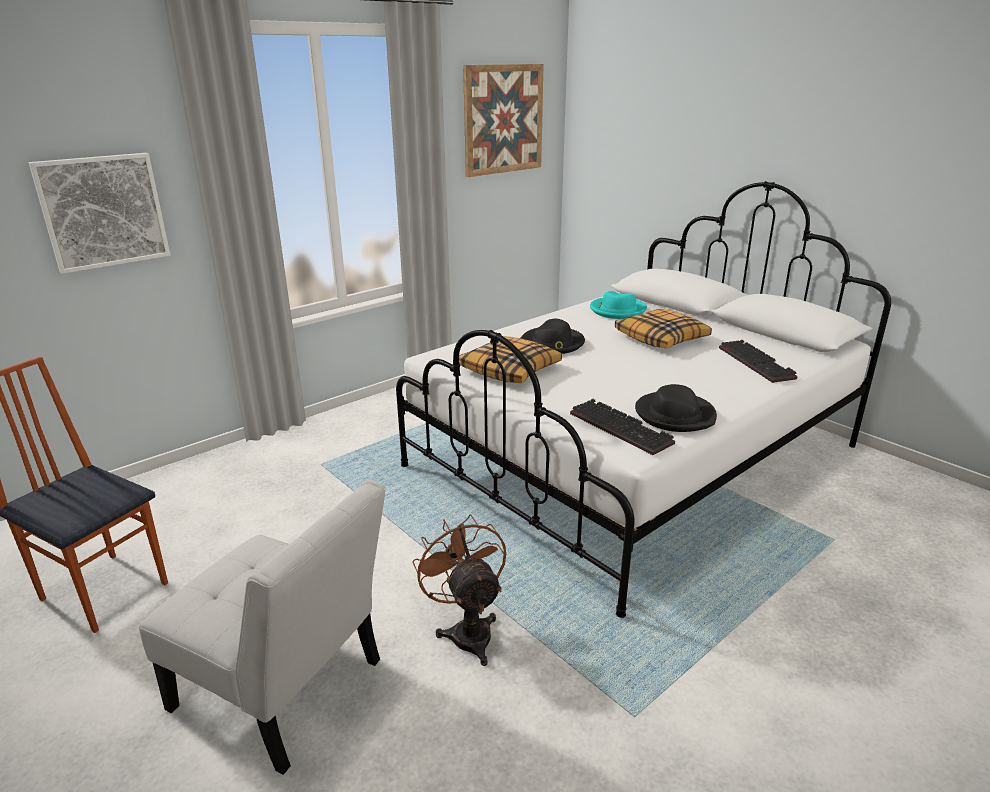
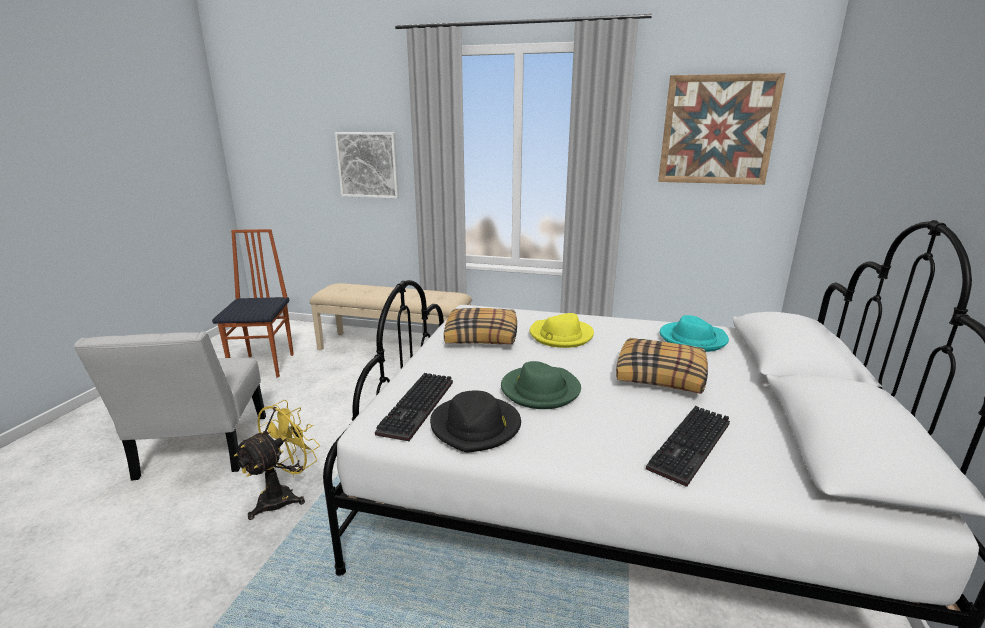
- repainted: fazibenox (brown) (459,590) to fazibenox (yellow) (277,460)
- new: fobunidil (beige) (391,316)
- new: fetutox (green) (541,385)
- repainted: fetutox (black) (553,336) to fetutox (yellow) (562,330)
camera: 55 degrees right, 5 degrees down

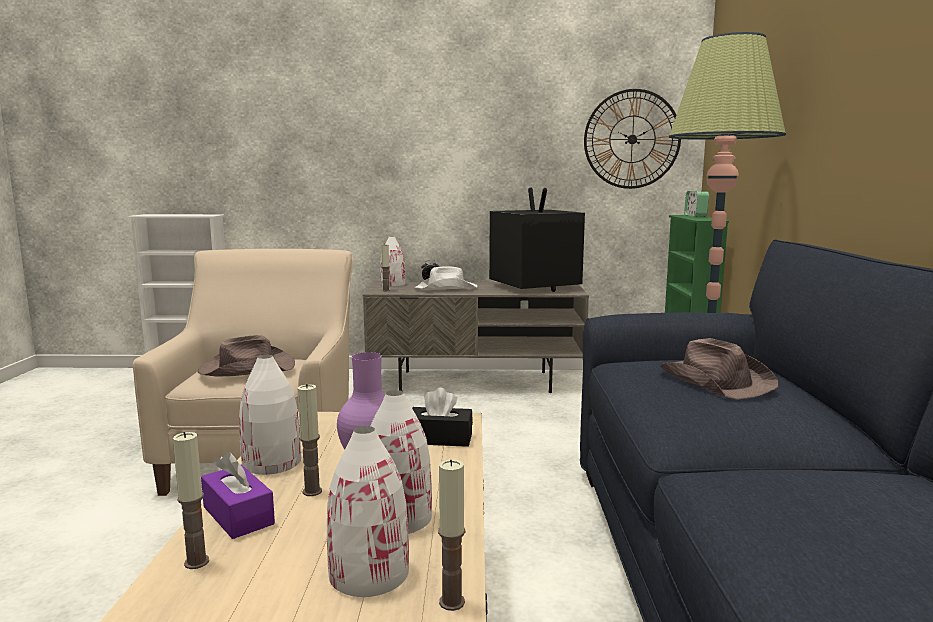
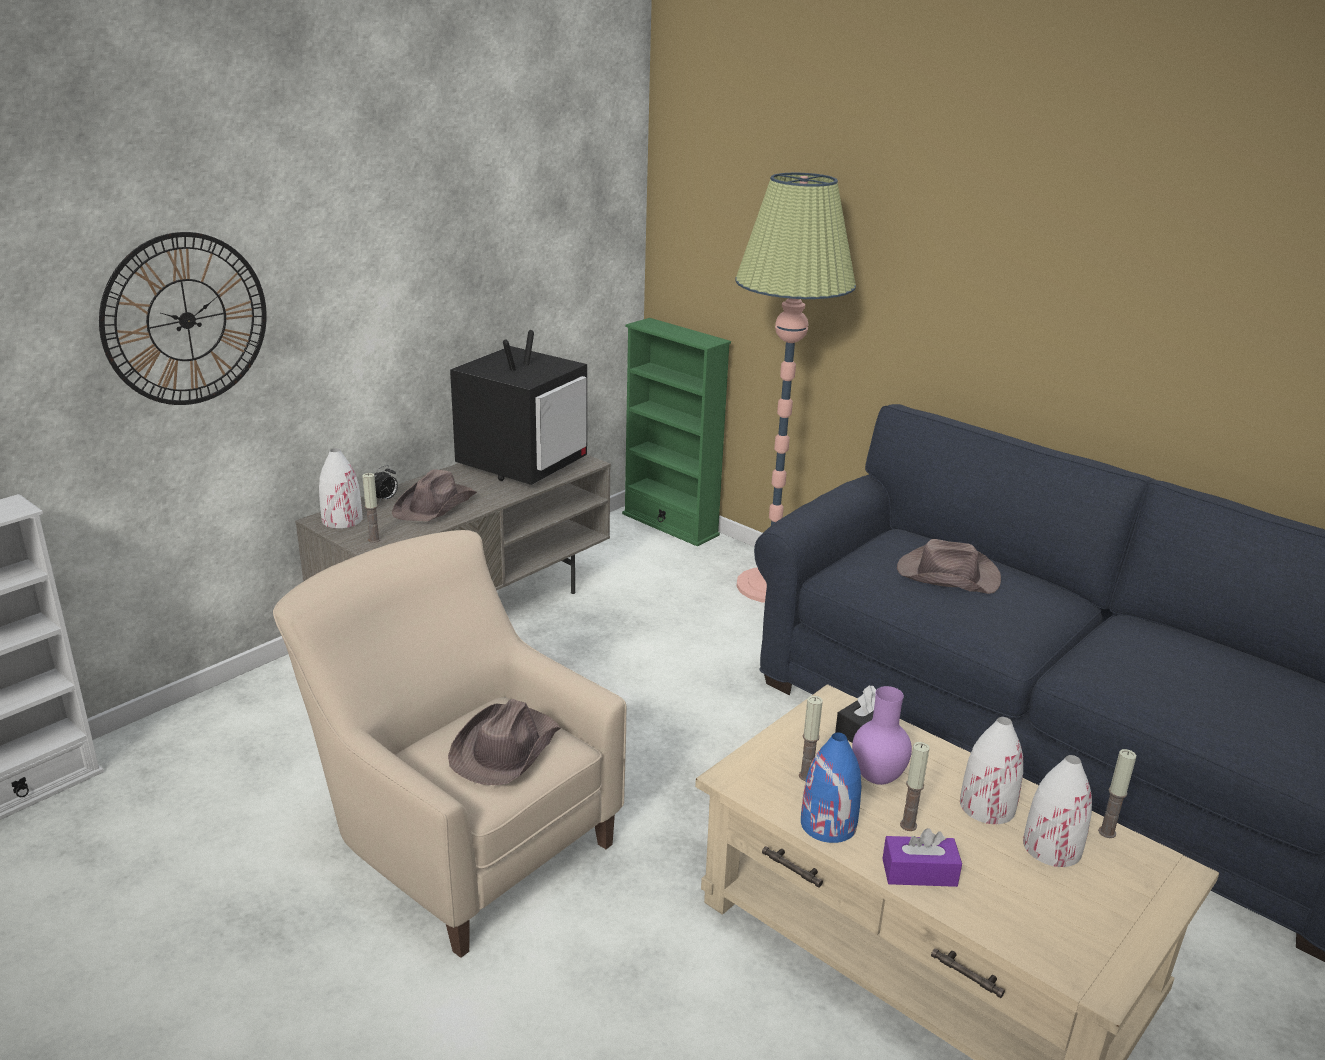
- shifted: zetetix (632,139) to (183,318)
- repainted: fetutox (white) (446,278) to fetutox (brown) (434,495)
- rotated: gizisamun (537,239) = (518,407) 105 degrees clockwise
- shifted: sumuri (191,500) to (811,738)
- repainted: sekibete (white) (270,415) to sekibete (blue) (831,788)
- gone: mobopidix (696,204)
camera: 50 degrees left, 15 degrees up

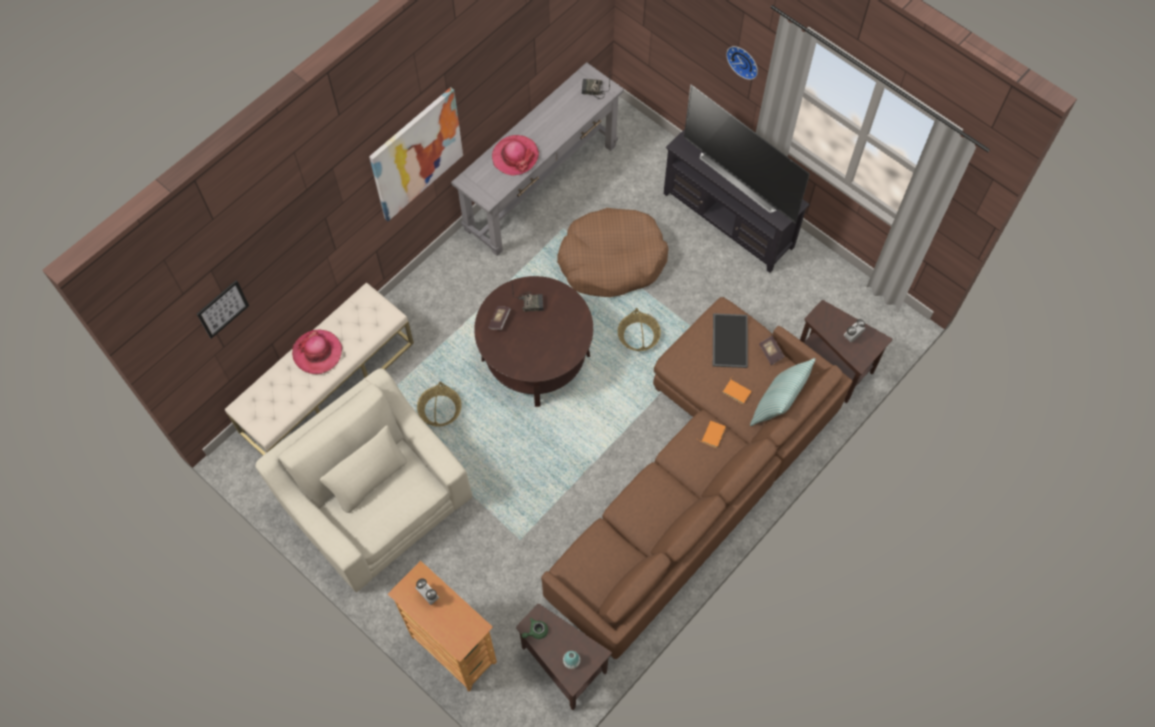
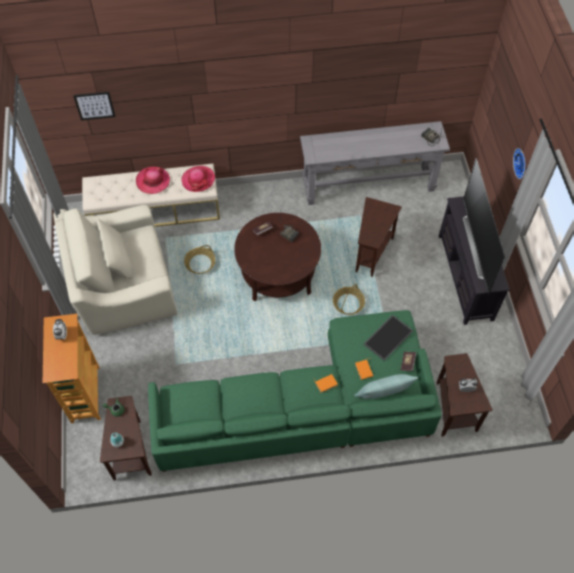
- rotated: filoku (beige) (363,480) = (115,270) 105 degrees counterclockwise
- repainted: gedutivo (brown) (697,478) to gedutivo (green) (295,391)
- shifted: fetutox (515,155) to (198,179)
- swapped: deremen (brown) (613,252) to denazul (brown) (378,237)
- gone: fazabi (416,154)
camera: 40 degrees right, 5 degrees down

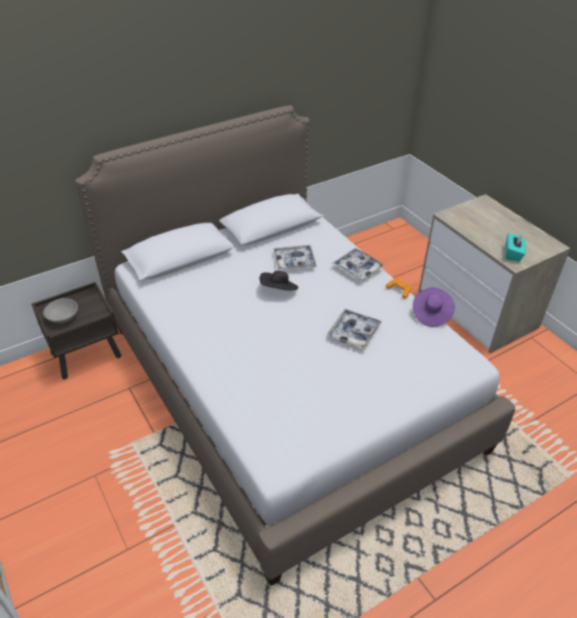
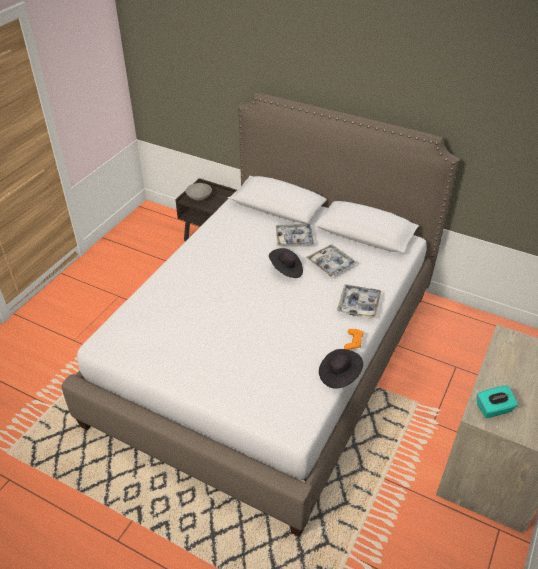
- shifted: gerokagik (354,329) to (295,234)
- repainted: fetutox (purple) (434,307) to fetutox (black) (341,369)
camera: 60 degrees right, 0 degrees up

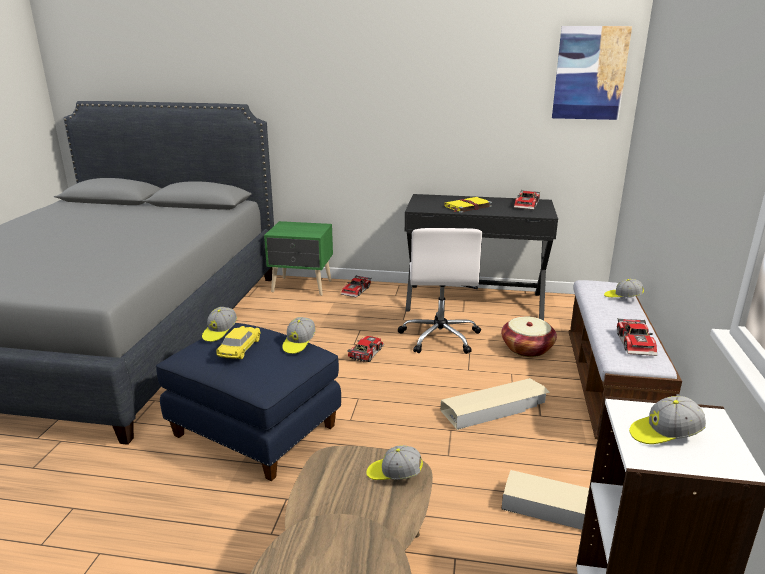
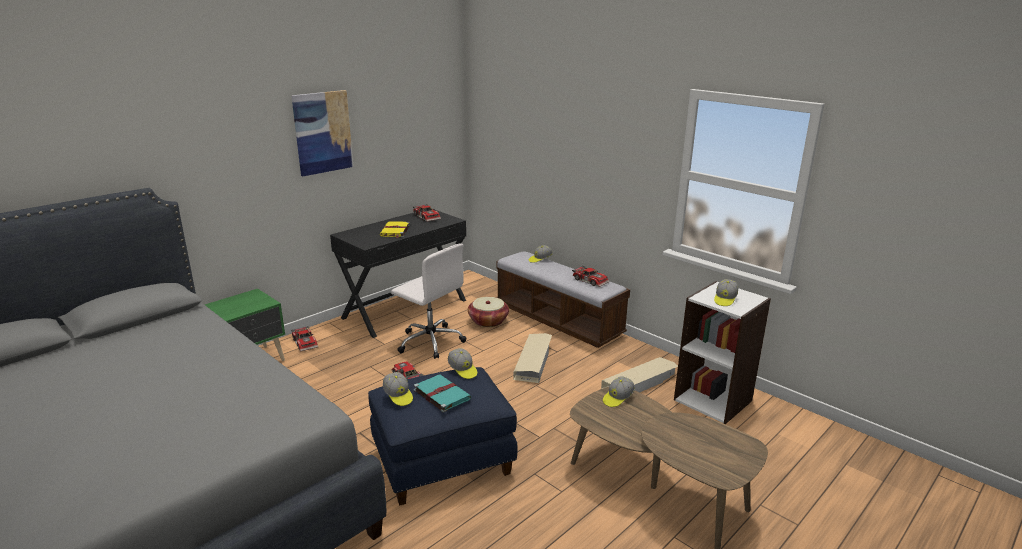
- shifted: fazabi (592,73) to (322,133)
- swapped: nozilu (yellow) (238,342) to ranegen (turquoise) (442,393)
camera: 55 degrees left, 0 degrees up

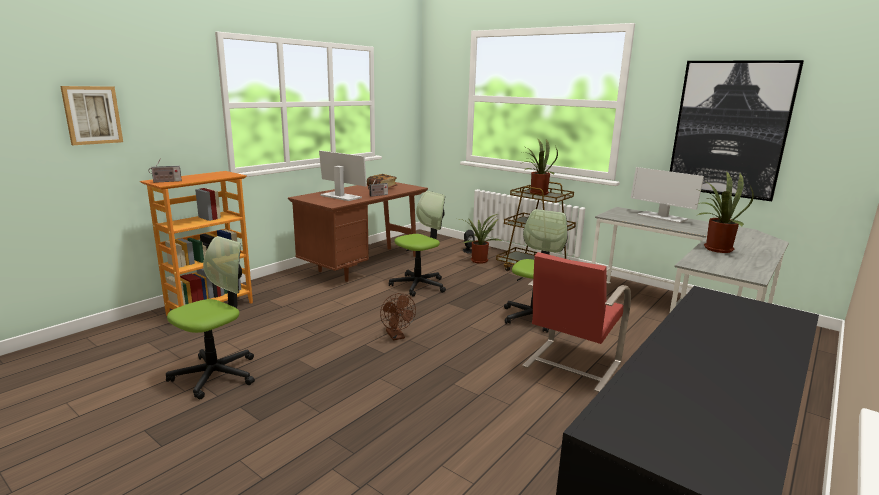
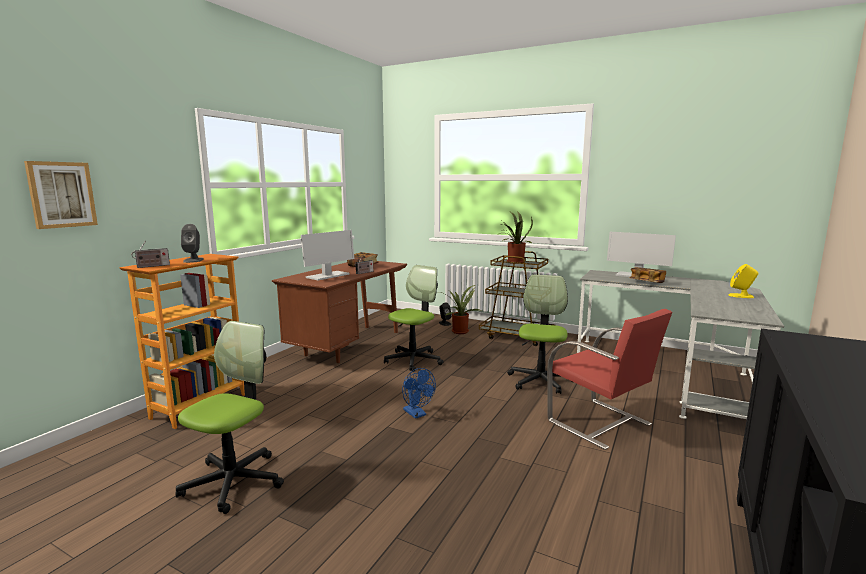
- new: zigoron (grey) (192,243)
- rotated: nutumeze (343,176) = (327,255) 105 degrees clockwise
- repainted: fazibenox (brown) (398,316) to fazibenox (blue) (419,393)
- rotated: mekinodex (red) (576,322) = (609,379) 60 degrees counterclockwise
- new: ranegen (648,275)
- new: zigoron (yellow) (743,281)
- gone: fazabi (737,130)
- gone: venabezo (724,212)
camera: 10 degrees left, 5 degrees down

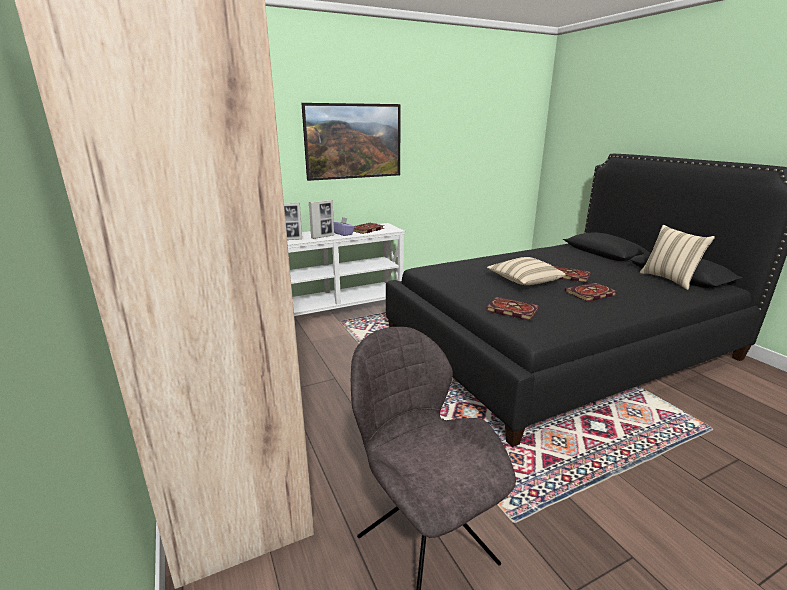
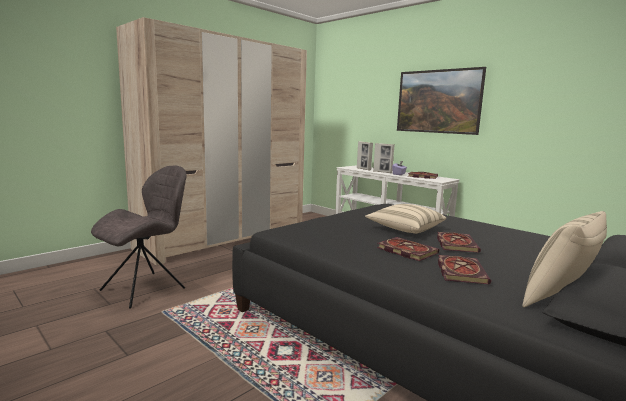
- shifted: ranegen (512,308) to (464,269)
camera: 70 degrees right, 10 degrees down

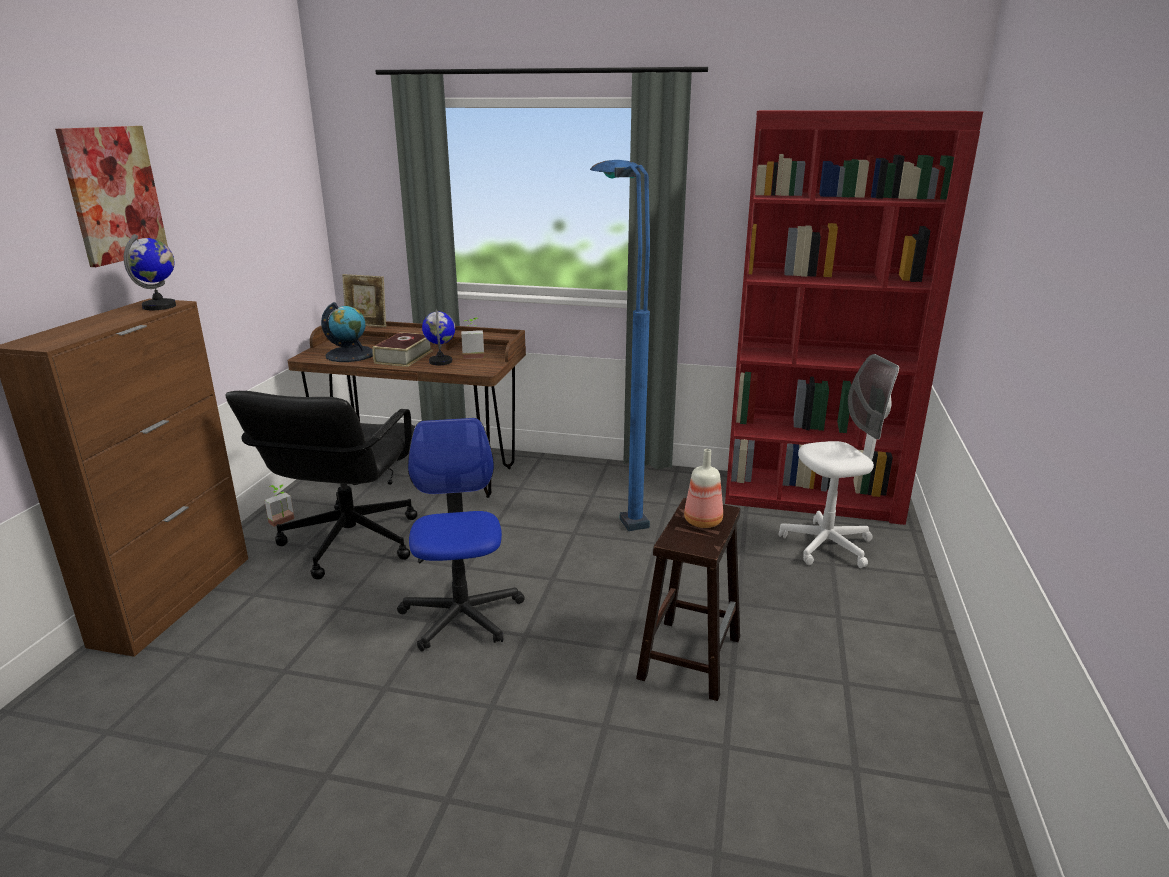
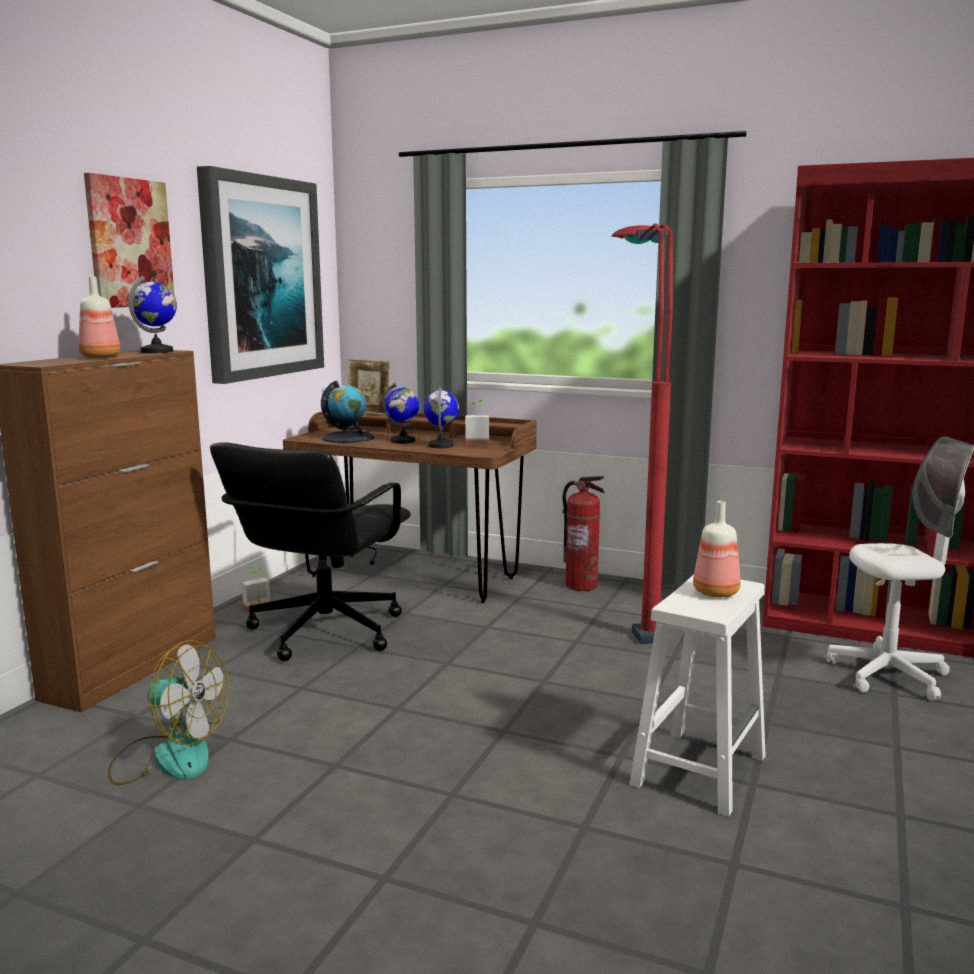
- new: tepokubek (99,317)
- new: fazibenox (168,712)
- new: fazabi (260,275)
- swapped: ranegen (402,349) to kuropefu (401,413)
- new: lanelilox (583,533)
- repainted: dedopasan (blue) (620,345) to dedopasan (red) (642,433)
- repainted: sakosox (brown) (688,599) to sakosox (white) (697,695)
- gone: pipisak (461,534)
camera: 10 degrees right, 10 degrees down

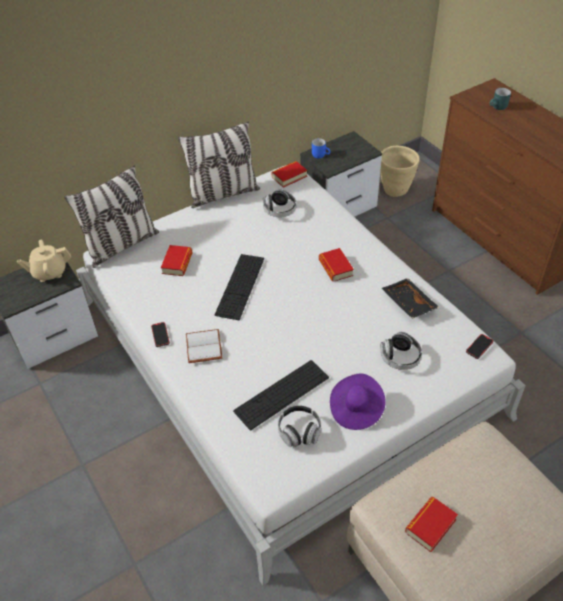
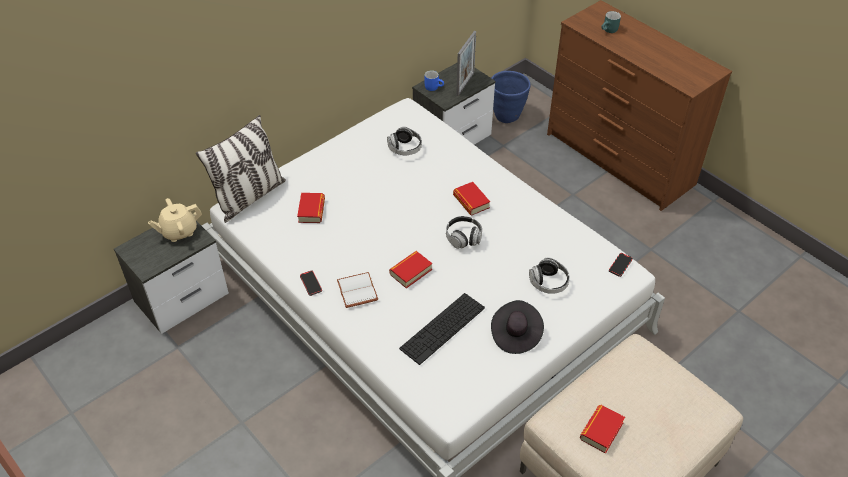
- shifted: ranegen (289,174) to (410,269)
- shifted: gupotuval (299,426) to (464,232)
- new: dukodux (466,63)
- repainted: fetutox (purple) (358,402) to fetutox (black) (517,327)
- repainted: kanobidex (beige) (400,171) to kanobidex (blue) (511,97)
- gone: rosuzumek (219,165)
- gone: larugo (239,287)
- gone: gerokagik (black) (410,298)
camera: 10 degrees left, 0 degrees up

